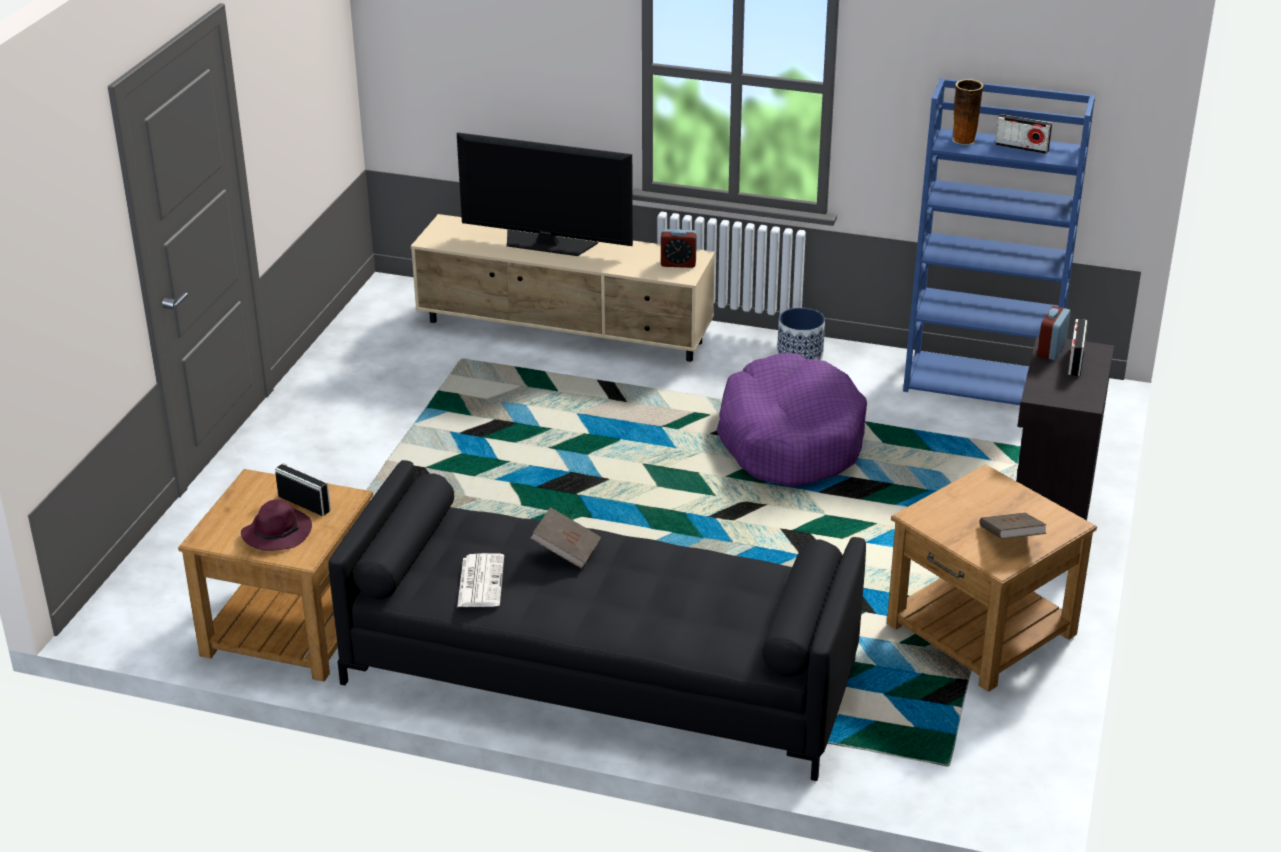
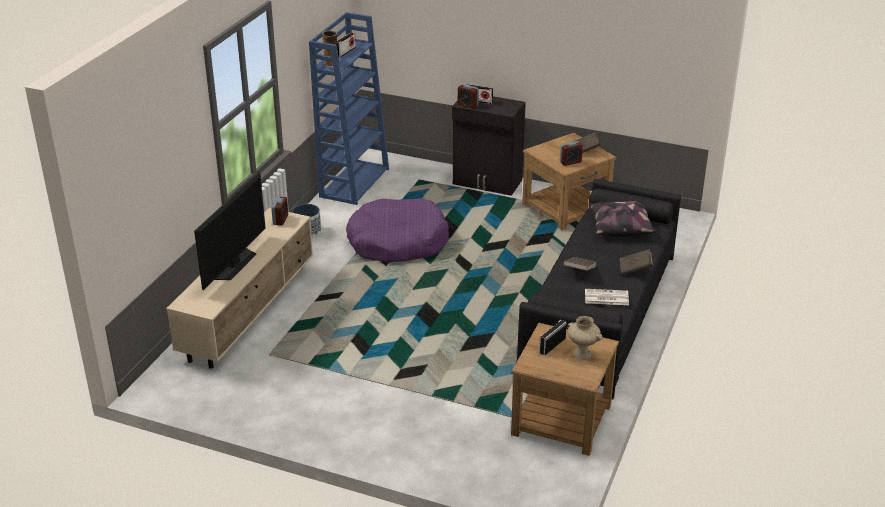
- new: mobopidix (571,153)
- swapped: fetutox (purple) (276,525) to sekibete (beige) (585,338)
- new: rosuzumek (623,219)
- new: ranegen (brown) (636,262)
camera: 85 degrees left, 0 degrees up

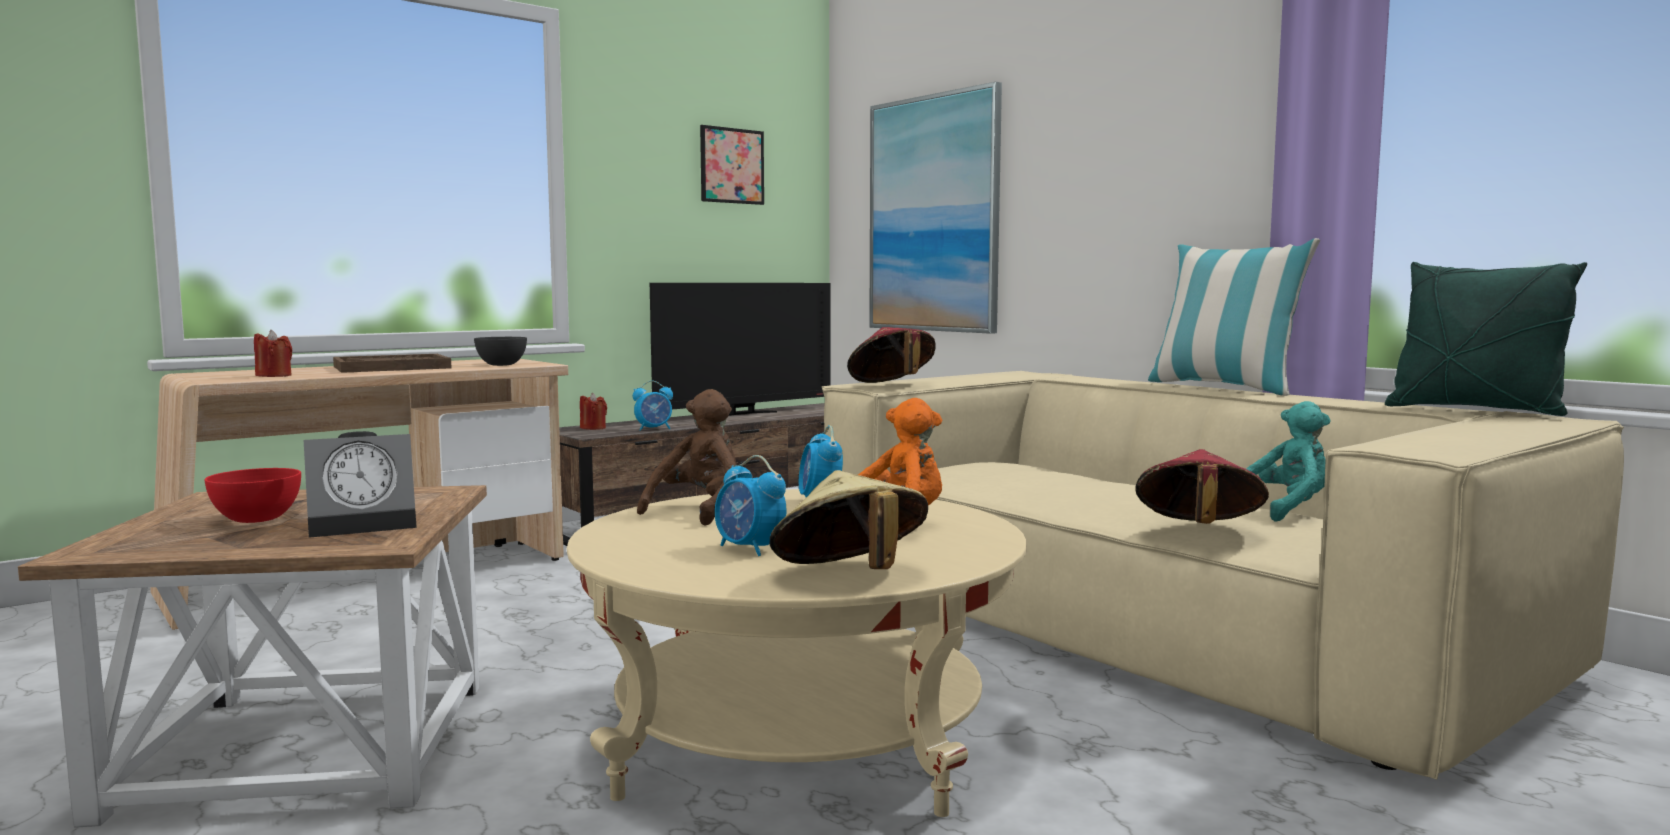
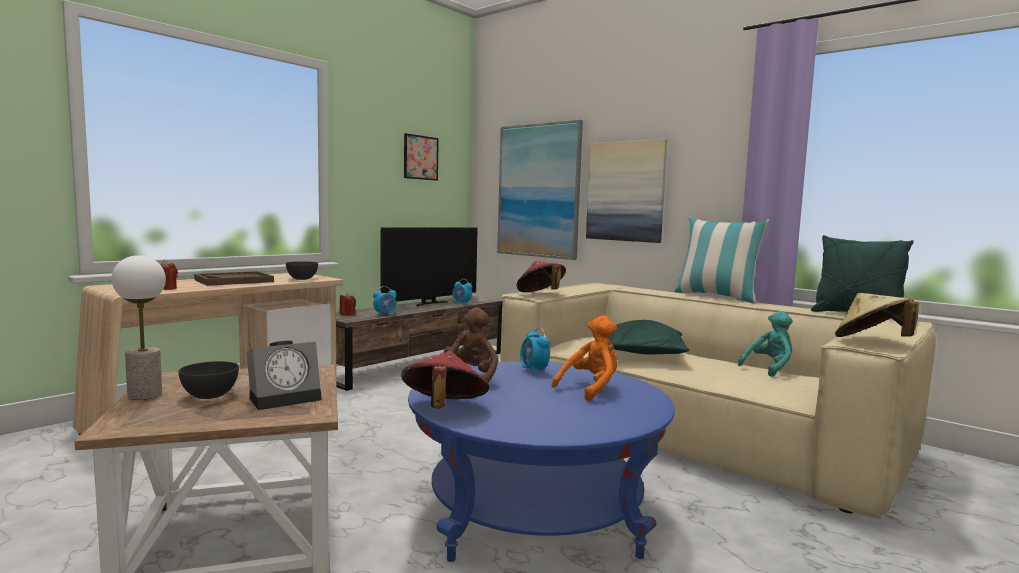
- new: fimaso (139,327)
- repainted: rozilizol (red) (253,495) to rozilizol (grey) (208,380)
- shifted: fetutox (red) (1202,486) to (445,380)
- repainted: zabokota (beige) (797,653) to zabokota (blue) (541,461)
- shifted: mobopidix (751,505) to (462,292)
- new: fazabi (626,191)
- new: rosuzumek (green) (650,337)
- shifted: fetutox (beige) (849,519) to (877,315)
camera: 10 degrees left, 0 degrees up

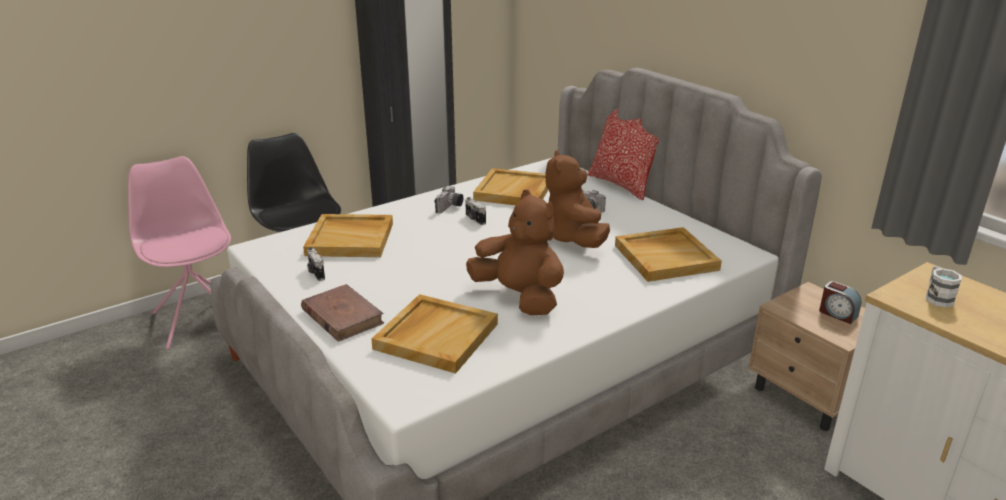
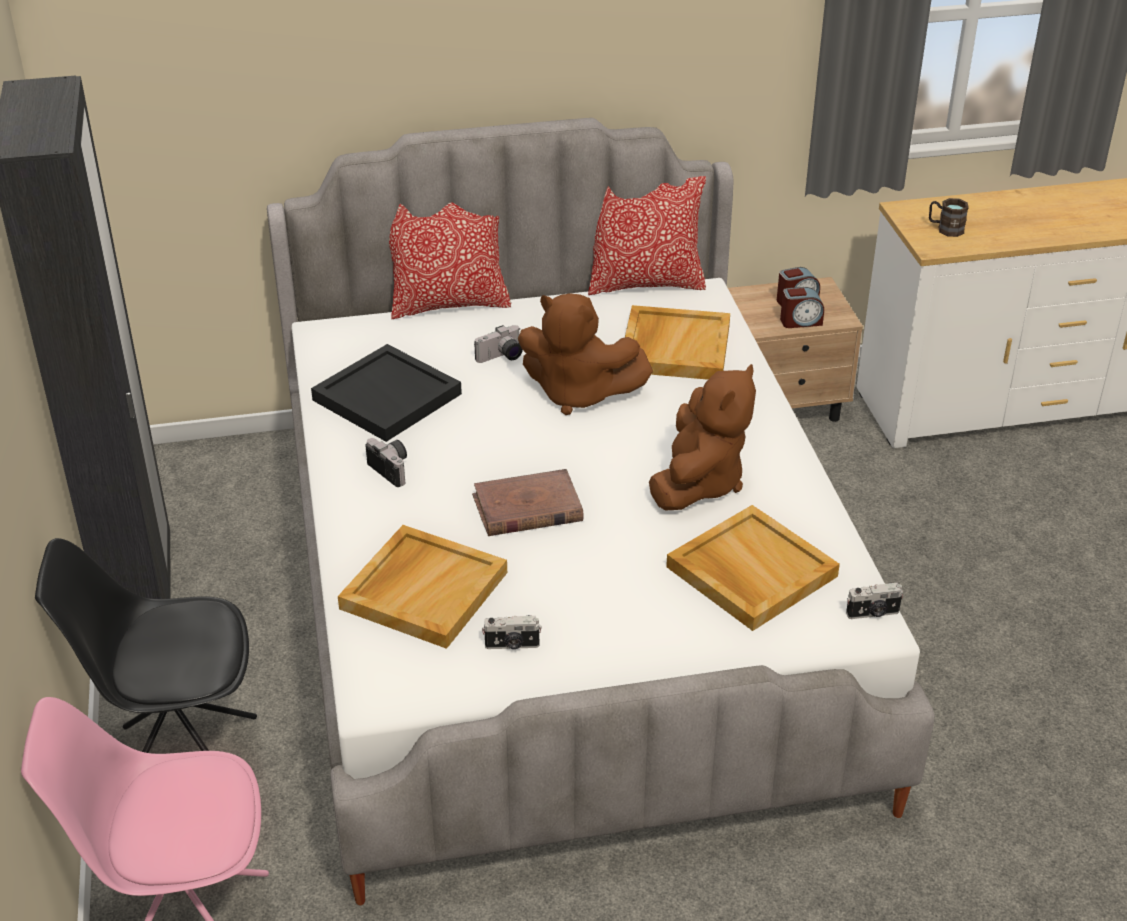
- repainted: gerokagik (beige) (510,186) to gerokagik (black) (386,393)
- shifted: ranegen (brown) (342,313) to (528,502)
- new: rosuzumek (647,235)
- rotated: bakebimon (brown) (515,253) = (702,437) 135 degrees clockwise
- new: mobopidix (802,307)
- shifted: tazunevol (475,211) to (874,601)
- repainted: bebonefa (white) (944,287) to bebonefa (brown) (949,217)
camera: 65 degrees left, 10 degrees up

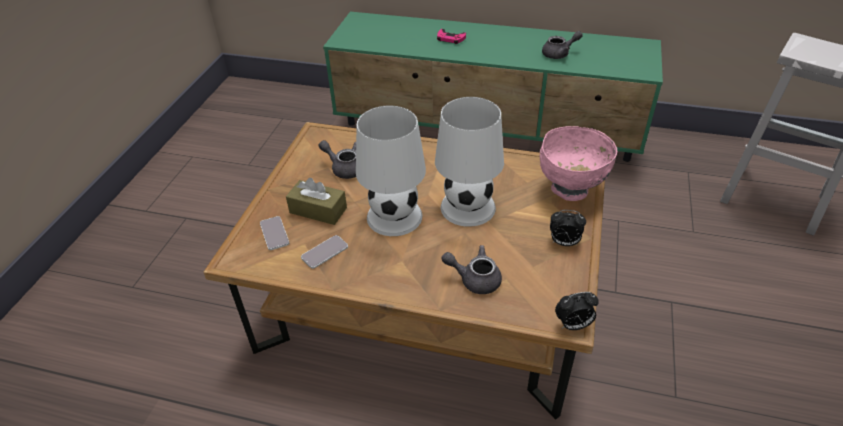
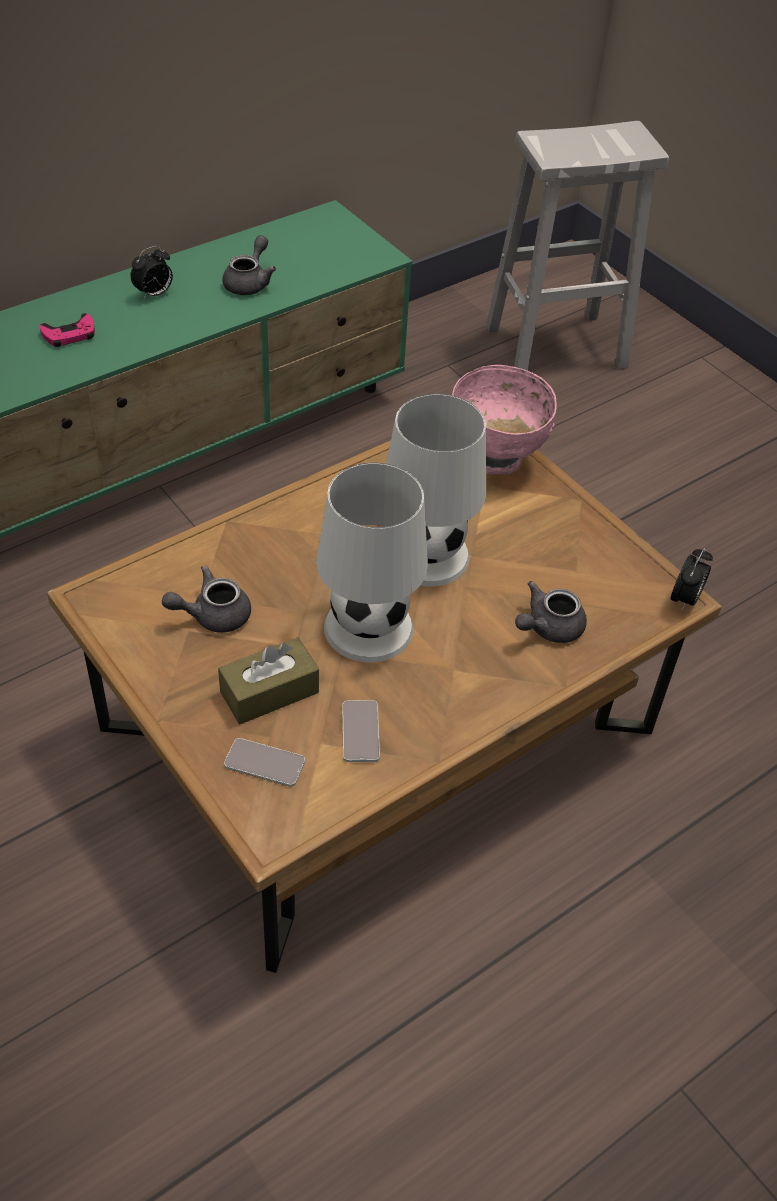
- shifted: mobopidix (568,228) to (151,272)
camera: 55 degrees left, 5 degrees up

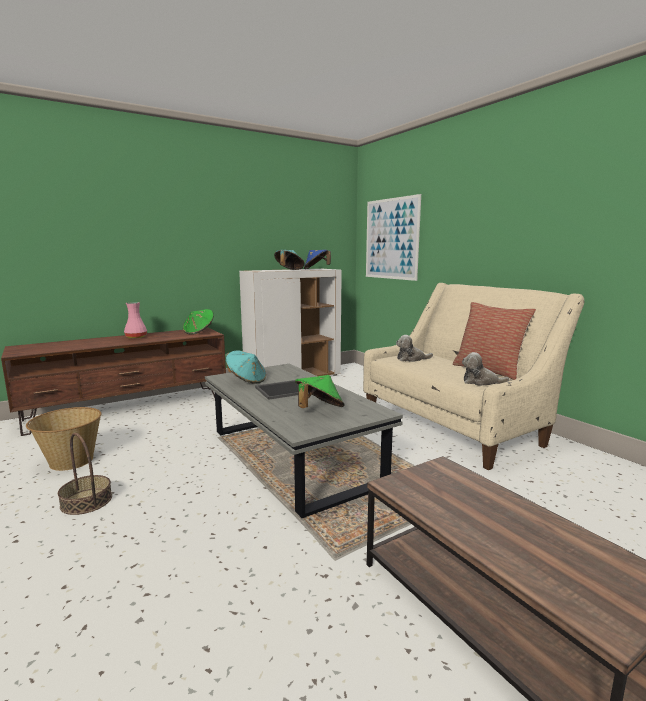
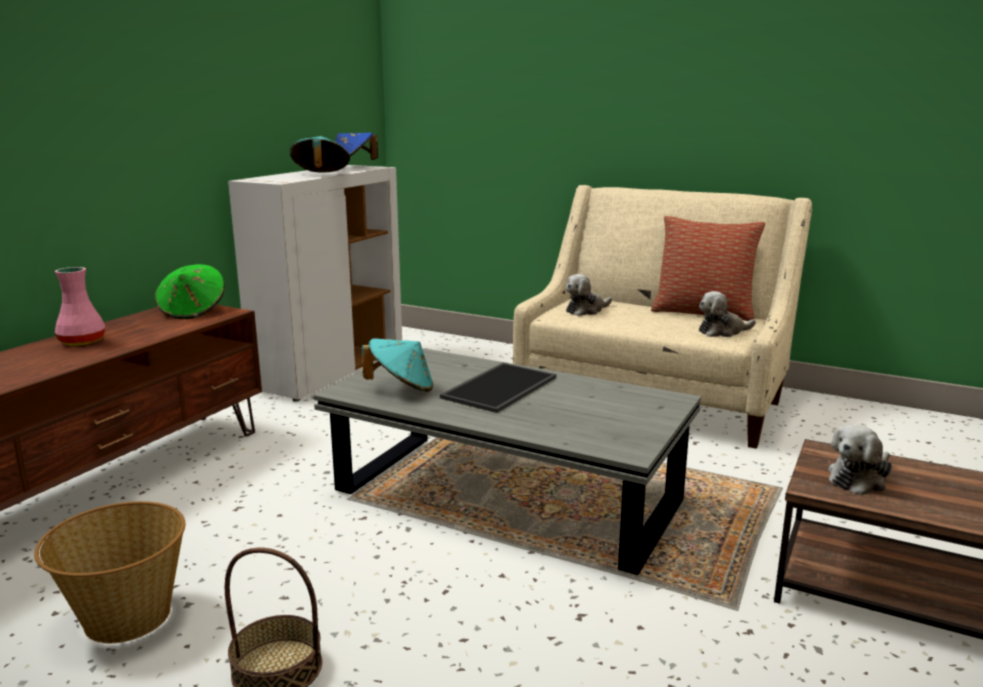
- new: bakebimon (860,459)
- gone: fetutox (green) (319,391)
- gone: fazabi (393,237)
camera: 30 degrees left, 5 degrees up

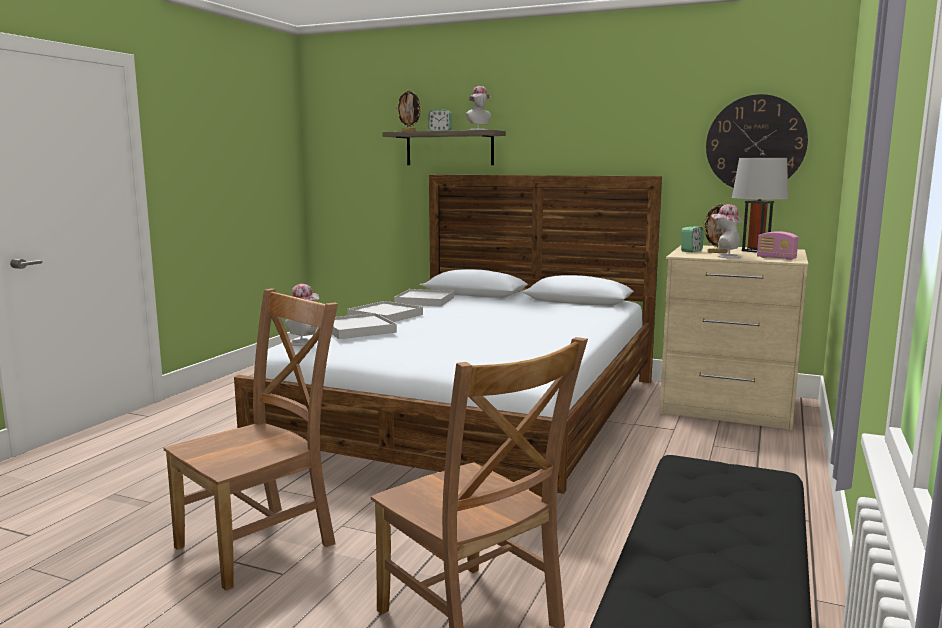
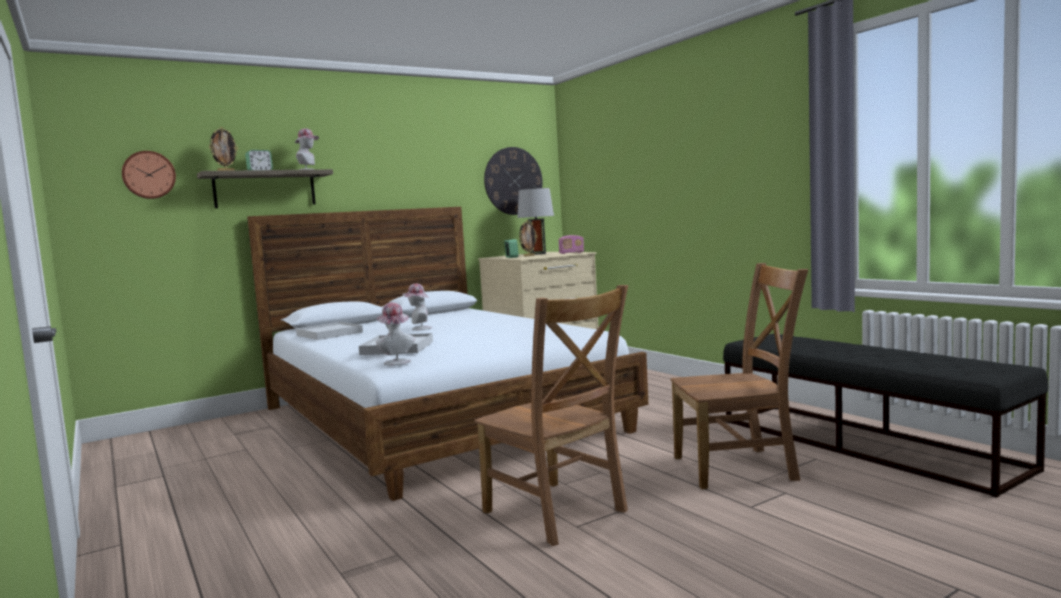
- new: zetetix (149,175)
- shifted: fetutox (727,231) to (417,307)
- rotated: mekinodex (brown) (251,440) = (551,415) 150 degrees clockwise
- gone: gerokagik (white) (385,311)
camera: 55 degrees left, 5 degrees down

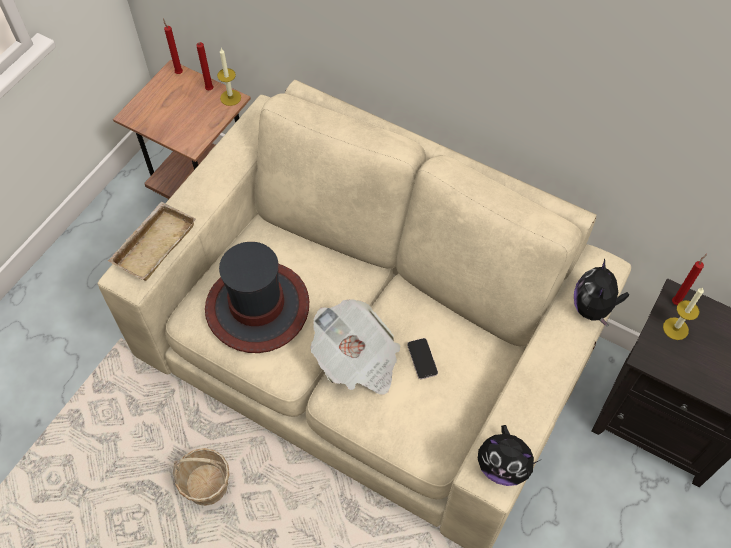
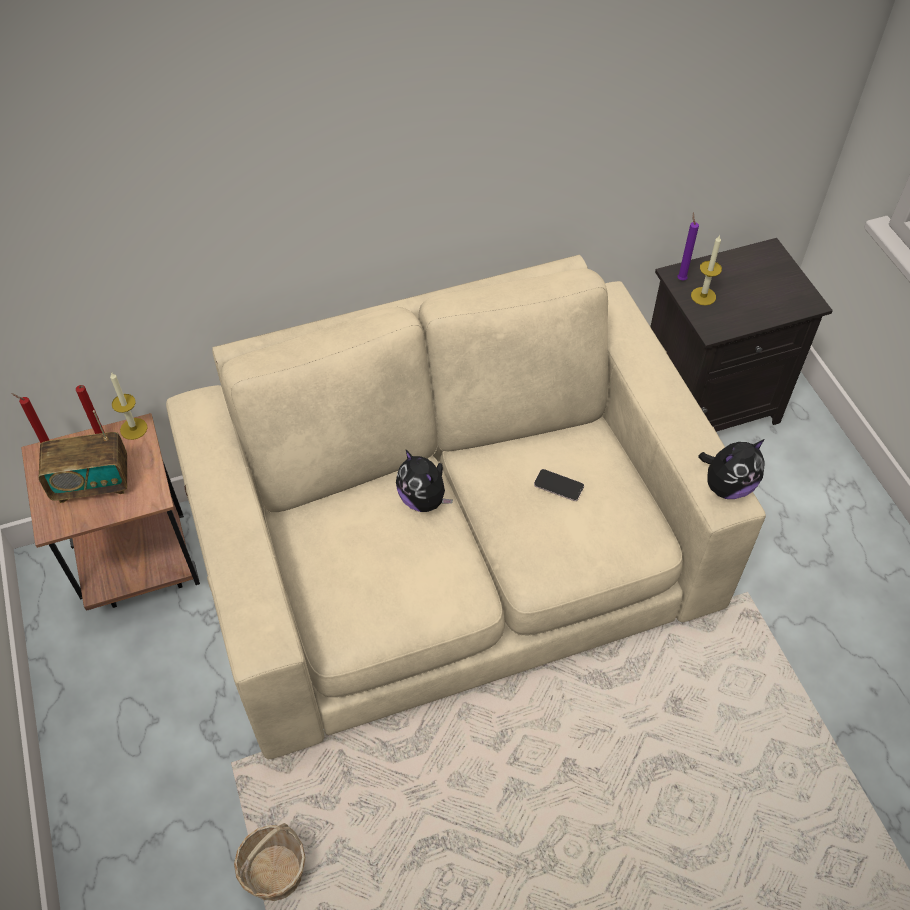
- new: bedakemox (83,456)
- shifted: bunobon (201,477) to (270,862)
- shifted: bakebimon (601,292) to (424,480)
- repainted: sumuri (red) (689,279) to sumuri (purple) (688,247)
- gone: gerokagik (beige) (152,241)
- gone: fetutox (257,297)
- gone: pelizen (355,347)
camera: 50 degrees left, 5 degrees down

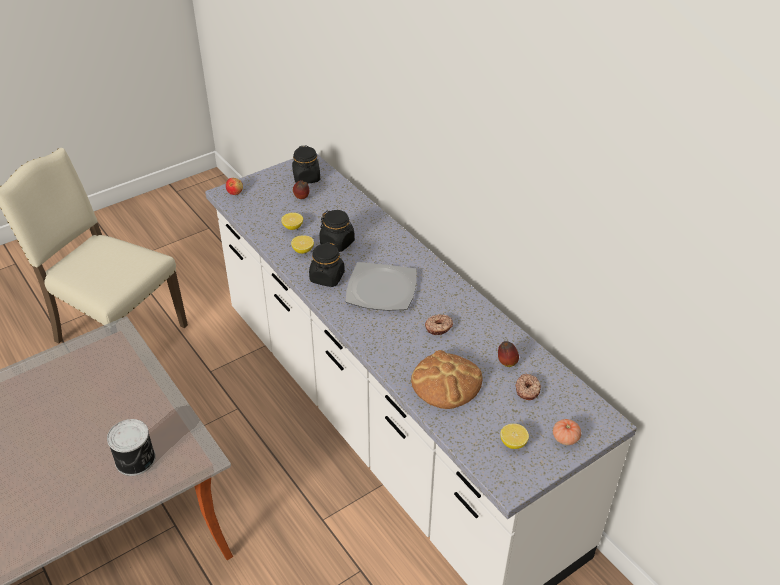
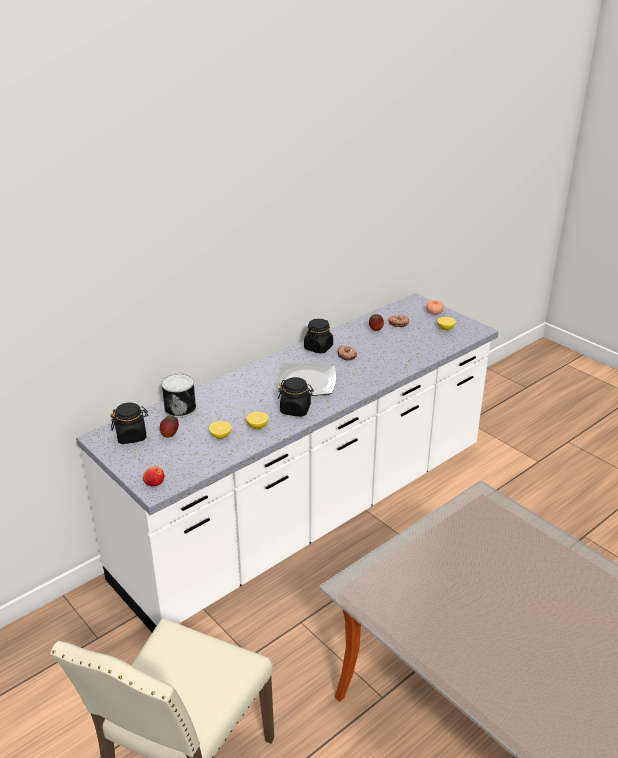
- shifted: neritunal (131,447) to (178,395)
- shifted: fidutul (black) (337,231) to (318,336)
- gone: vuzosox (447,379)
camera: 95 degrees left, 10 degrees down

